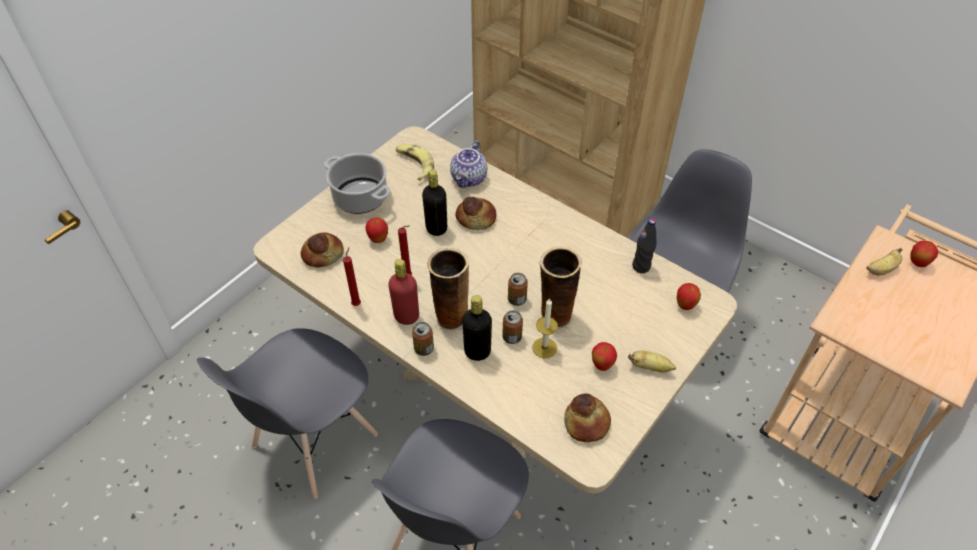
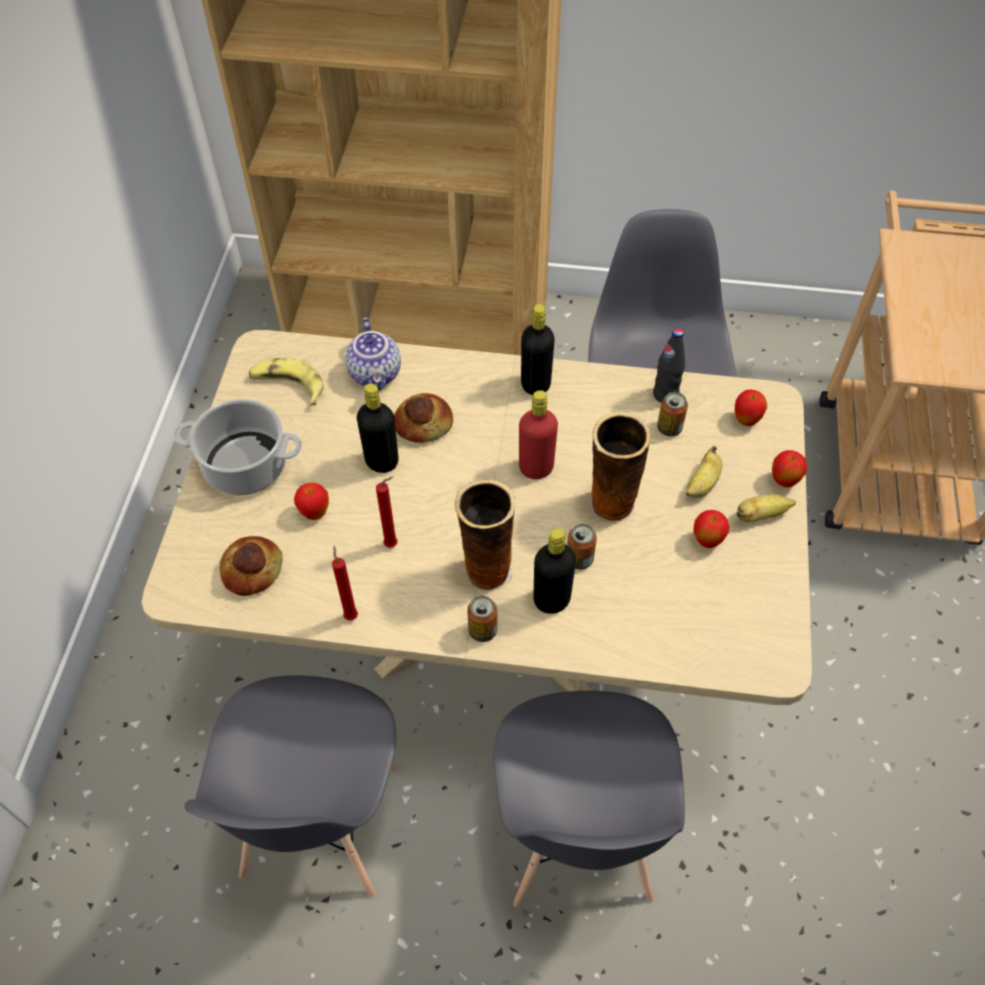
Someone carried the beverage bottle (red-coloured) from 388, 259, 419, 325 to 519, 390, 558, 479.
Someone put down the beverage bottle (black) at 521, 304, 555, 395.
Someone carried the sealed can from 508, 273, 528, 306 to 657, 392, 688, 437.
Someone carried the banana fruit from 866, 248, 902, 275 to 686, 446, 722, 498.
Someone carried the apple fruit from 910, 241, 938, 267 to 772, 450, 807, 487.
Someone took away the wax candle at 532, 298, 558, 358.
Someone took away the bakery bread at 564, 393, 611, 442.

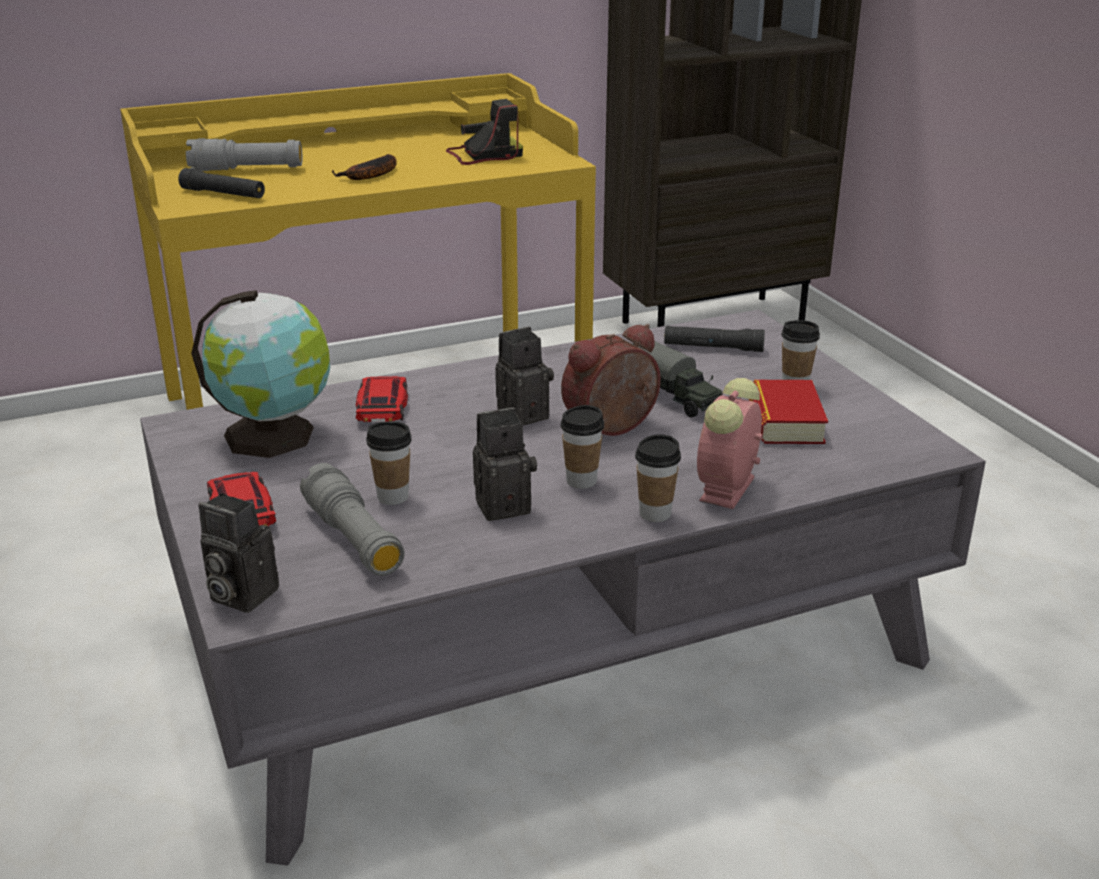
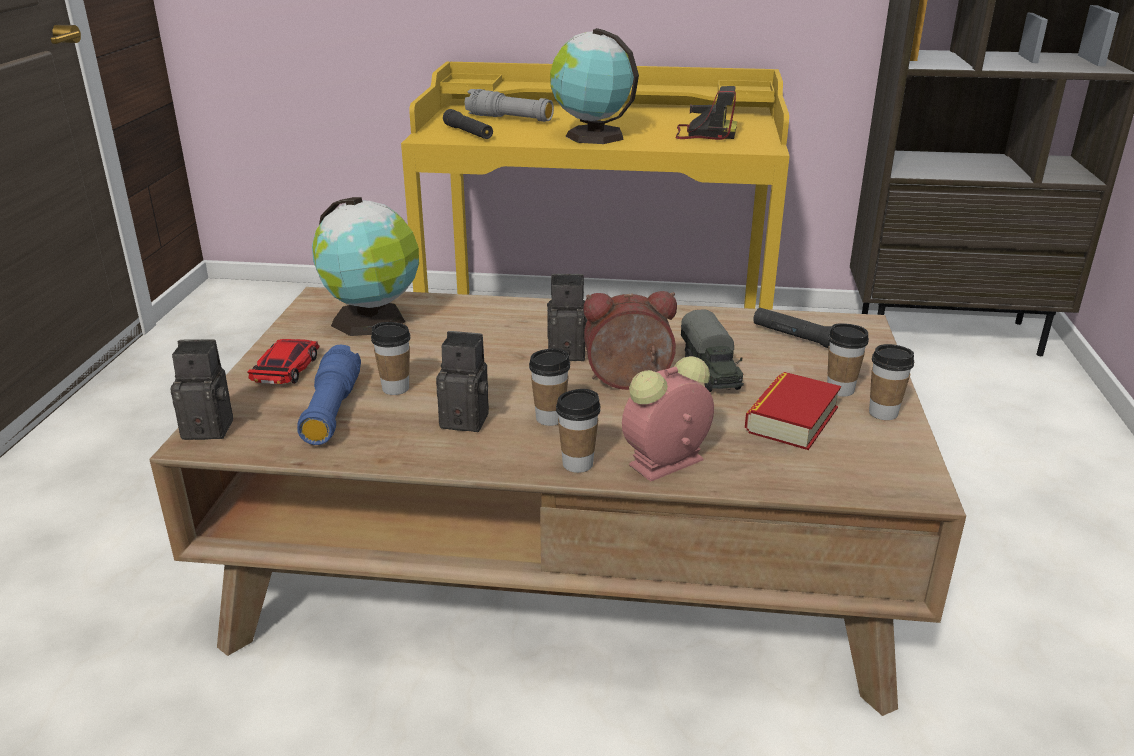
Someone repainted the lounge table (grey) at 140, 310, 986, 866, which became the lounge table (brown-coloured) at 149, 287, 966, 716.
Someone rotated the photo camera at 198, 493, 279, 613 by 120 degrees clockwise.
Someone repainted the flashlight (grey) at 300, 463, 405, 576, which became the flashlight (bluish) at 297, 345, 361, 445.
Someone swapped the banana fruit at 332, 154, 397, 180 for the world globe at 550, 28, 639, 144.
Someone put down the cup at 869, 344, 914, 420.
Someone took away the miniature car at 356, 376, 408, 422.

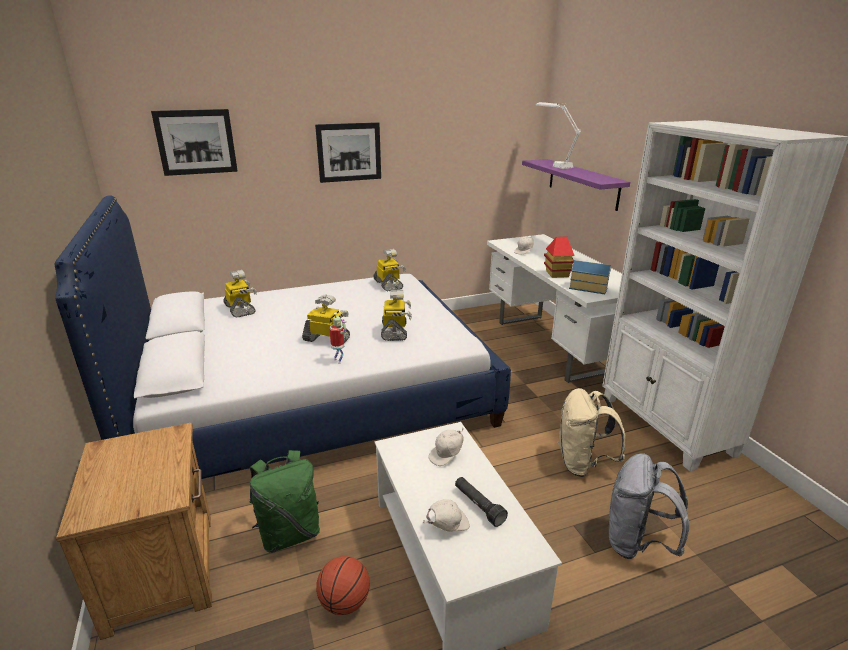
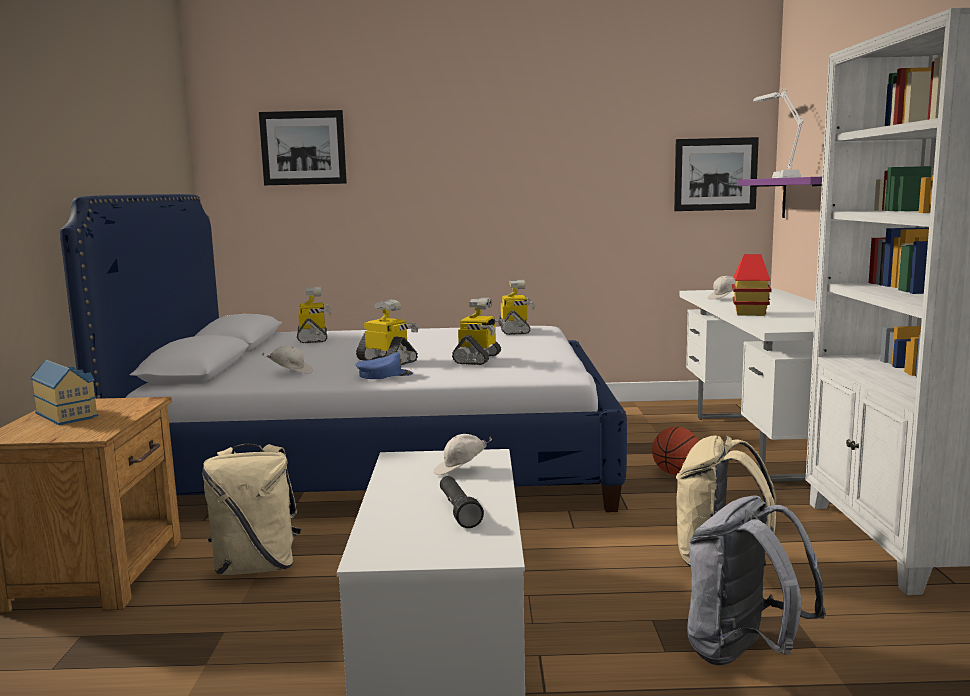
Someone carried the toy house from 569, 260, 611, 294 to 30, 360, 98, 425.
Someone repainted the rucksack (green) at 250, 450, 320, 553, which became the rucksack (beige) at 202, 444, 301, 575.
Someone carried the peaked cap (whitish) from 423, 499, 470, 532 to 262, 346, 313, 374.
Someone swapped the robot figure at 330, 313, 347, 364 for the peaked cap (bluish) at 355, 352, 413, 379.
Someone carried the basketball from 316, 556, 370, 615 to 652, 427, 698, 475.
Someone carried the picture from 315, 122, 381, 183 to 674, 137, 759, 211.

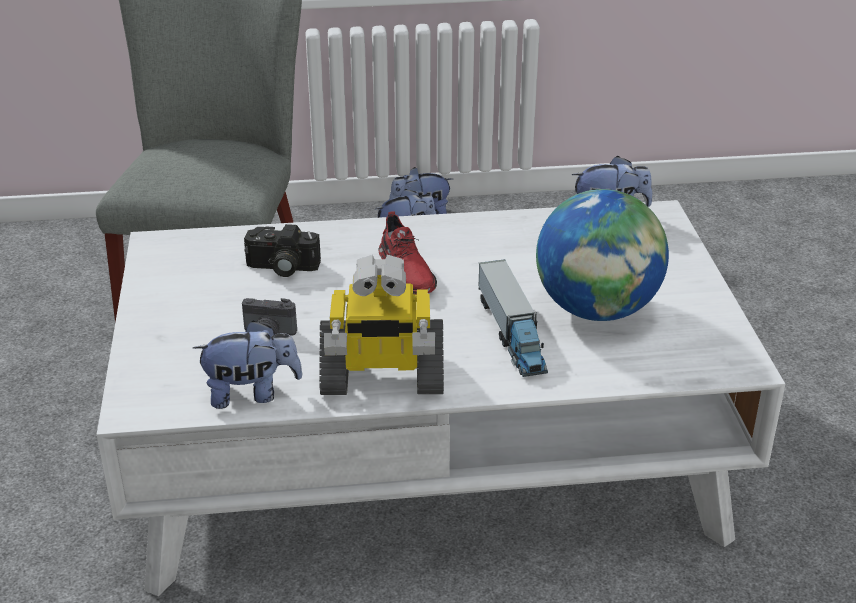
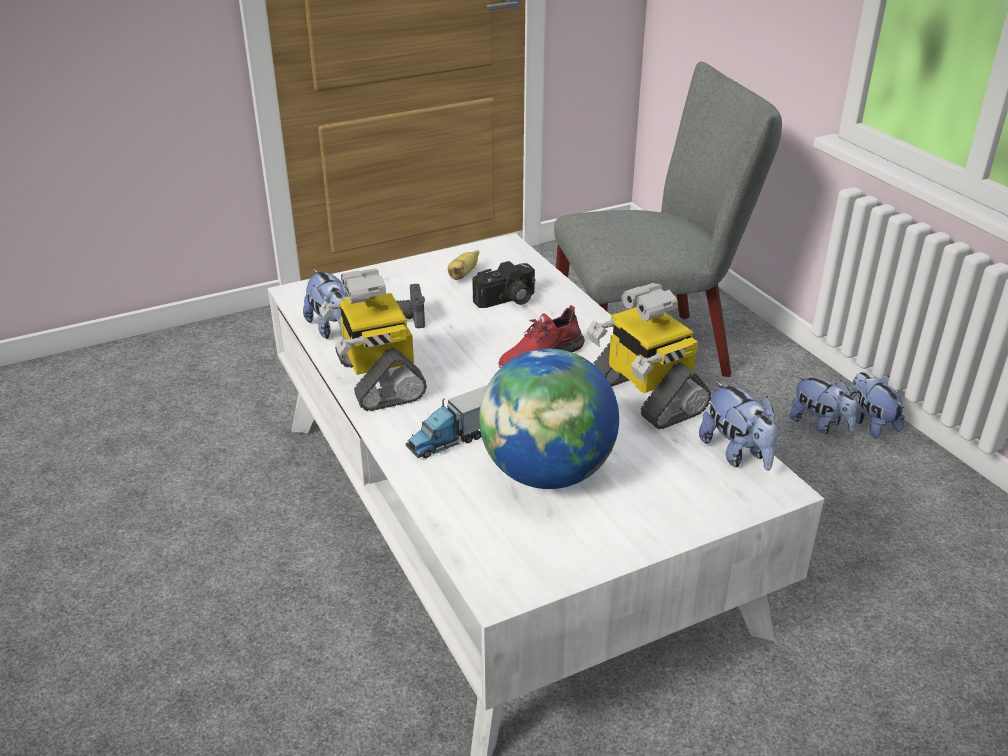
Someone put down the banana fruit at 448, 250, 479, 280.
Someone rotated the photo camera at 244, 224, 321, 277 by 105 degrees counterclockwise.
Someone put down the robot figure at 587, 283, 711, 430.

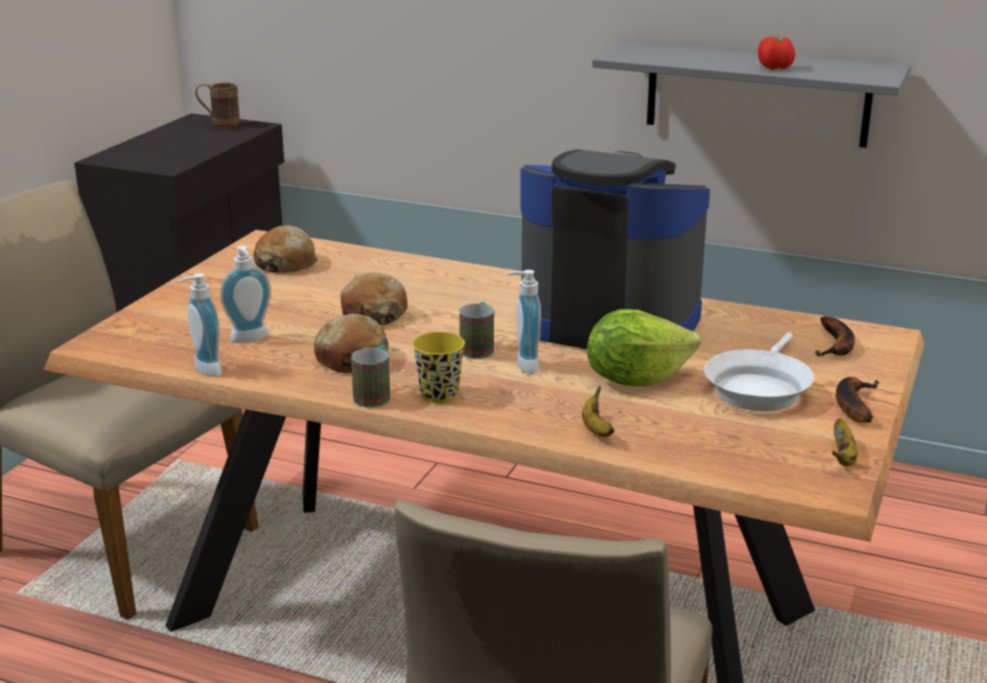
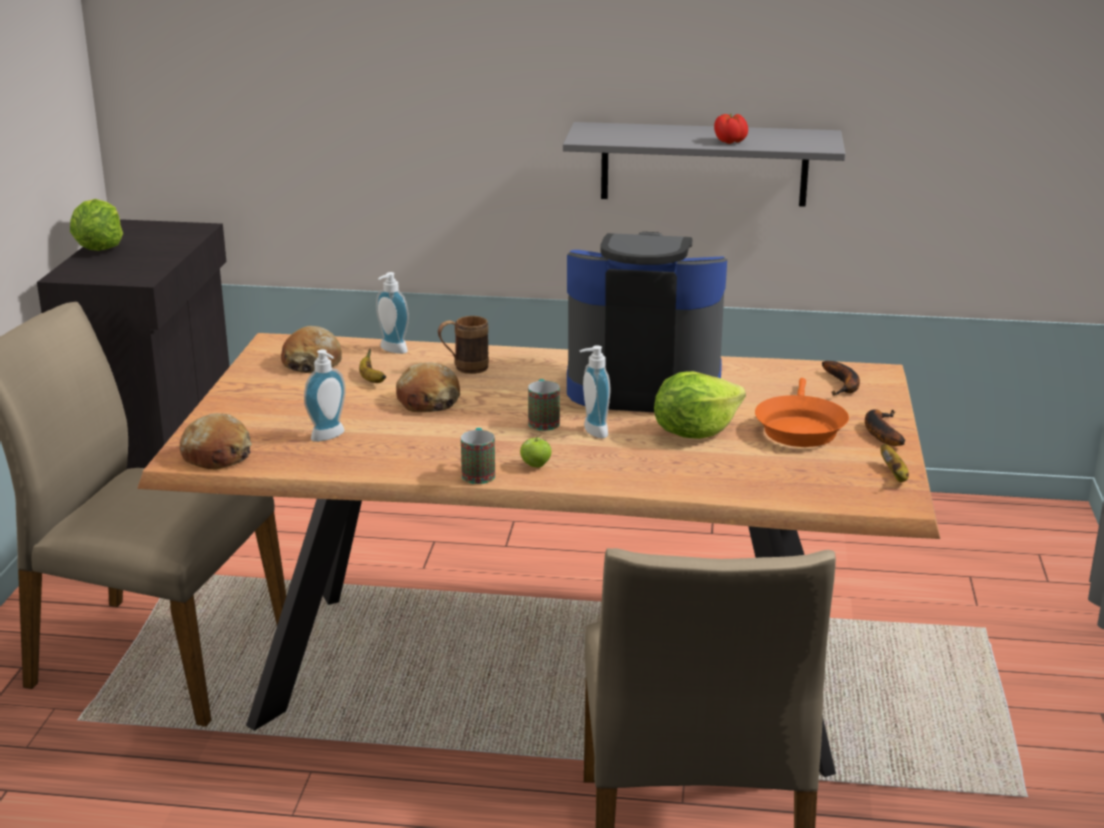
Someone put down the head of lettuce at 70, 199, 123, 251.
Someone carried the bakery bread from 314, 314, 389, 373 to 180, 413, 252, 469.
Someone carried the banana fruit from 582, 386, 615, 437 to 359, 349, 387, 383.
Someone carried the liquid soap bottle from 178, 273, 222, 377 to 376, 272, 409, 354.
Someone carried the mug (brown-coloured) from 195, 83, 240, 129 to 438, 316, 489, 374.
Someone swapped the cup (yellowish) at 412, 332, 465, 403 for the apple fruit at 520, 434, 552, 468.
Someone repainted the skillet (whitish) at 704, 332, 814, 411, which became the skillet (orange) at 755, 378, 849, 447.

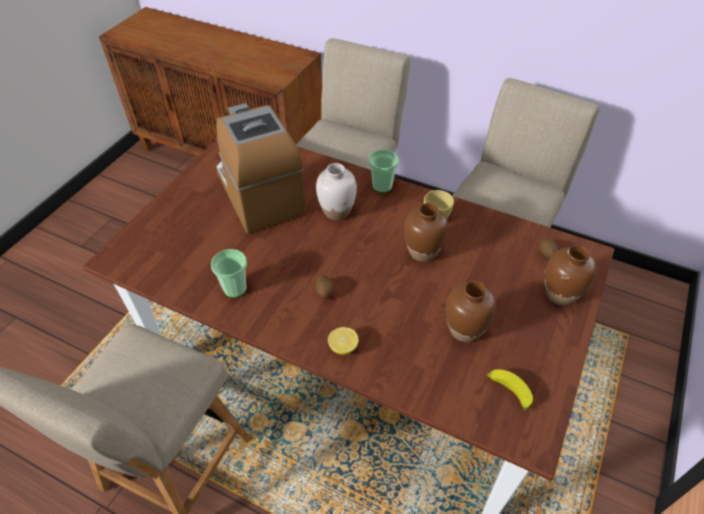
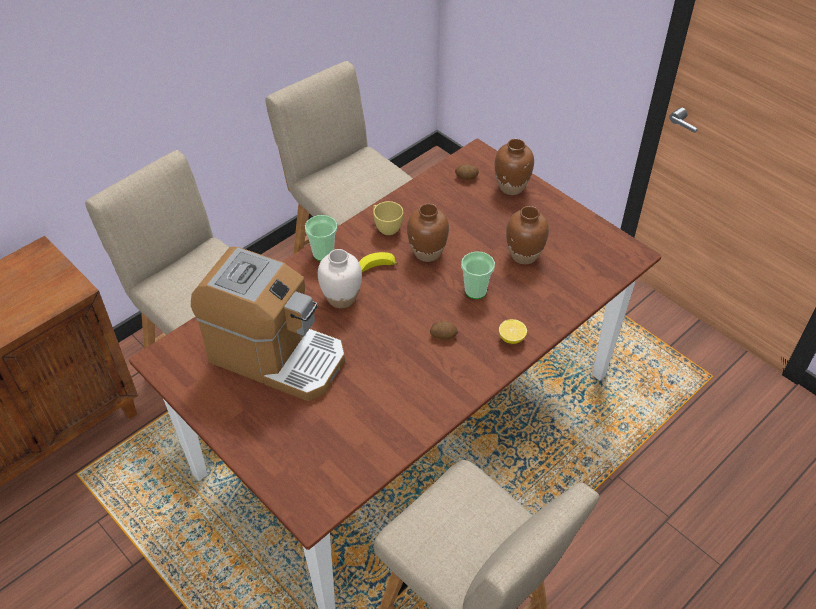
Someone rotated the coffee brewer at 216, 103, 306, 233 by 150 degrees counterclockwise.
Someone carried the banana fruit from 487, 369, 533, 412 to 359, 252, 398, 272.
Someone carried the cup from 211, 249, 247, 298 to 461, 251, 495, 299.

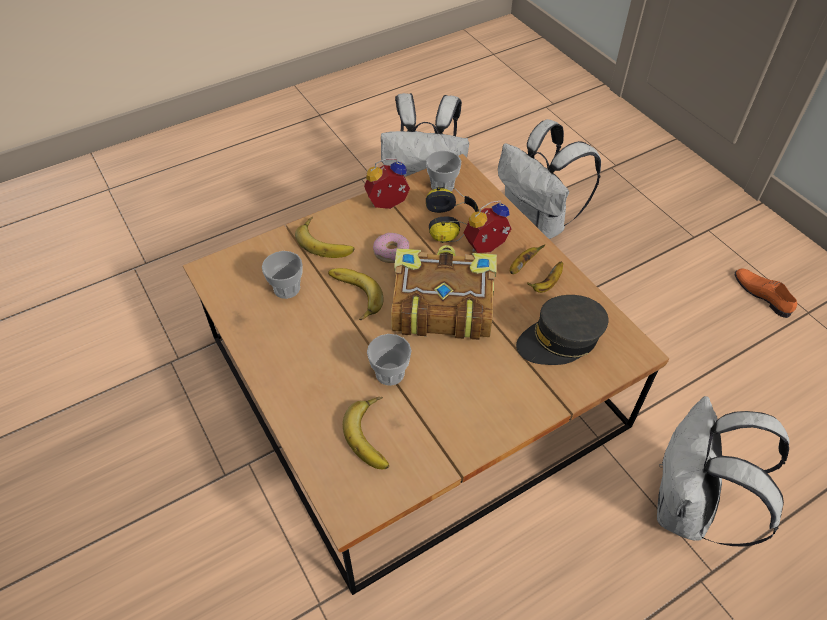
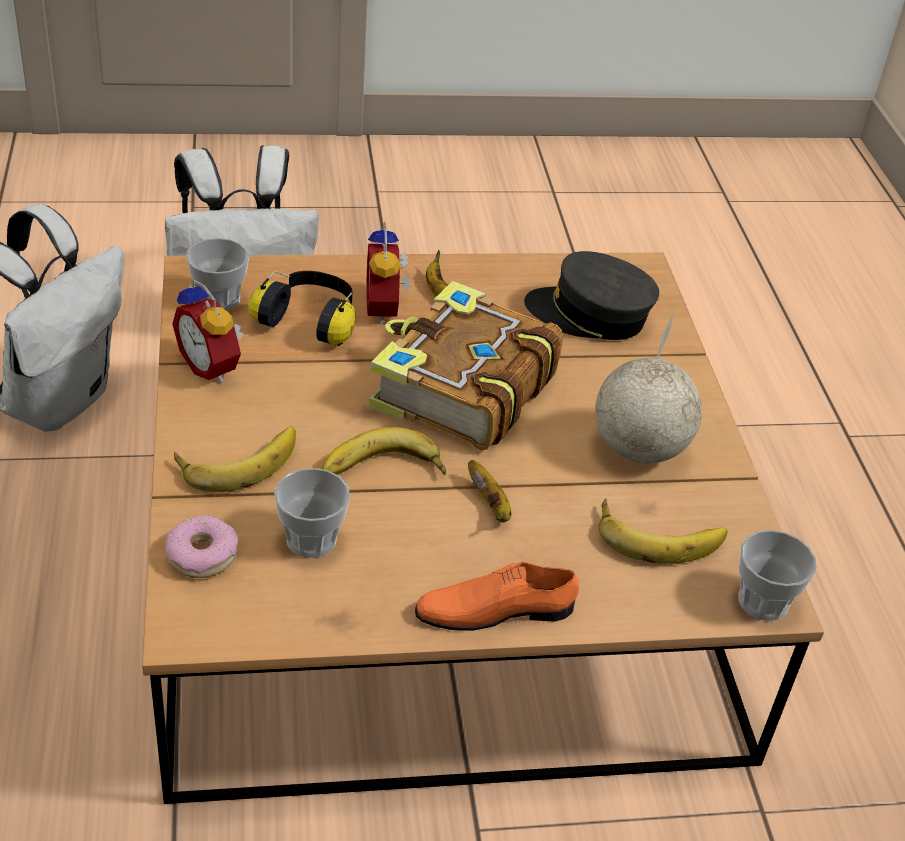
Someone carried the ring doughnut from 373, 233, 409, 263 to 165, 515, 238, 578.
Someone rotated the alarm clock at 364, 158, 410, 209 by 45 degrees counterclockwise.
Someone carried the low shoe (orange) from 735, 268, 798, 318 to 415, 562, 579, 631.
Someone carried the banana fruit from 527, 262, 563, 293 to 468, 460, 511, 522.
Someone rotated the peaked cap (grey) at 516, 295, 608, 365 by 105 degrees clockwise.
Someone put down the world globe at 595, 309, 702, 464.
Someone carried the cup from 367, 334, 412, 386 to 738, 530, 817, 621.
Someone took away the rucksack (whitish) at 657, 396, 789, 546.

